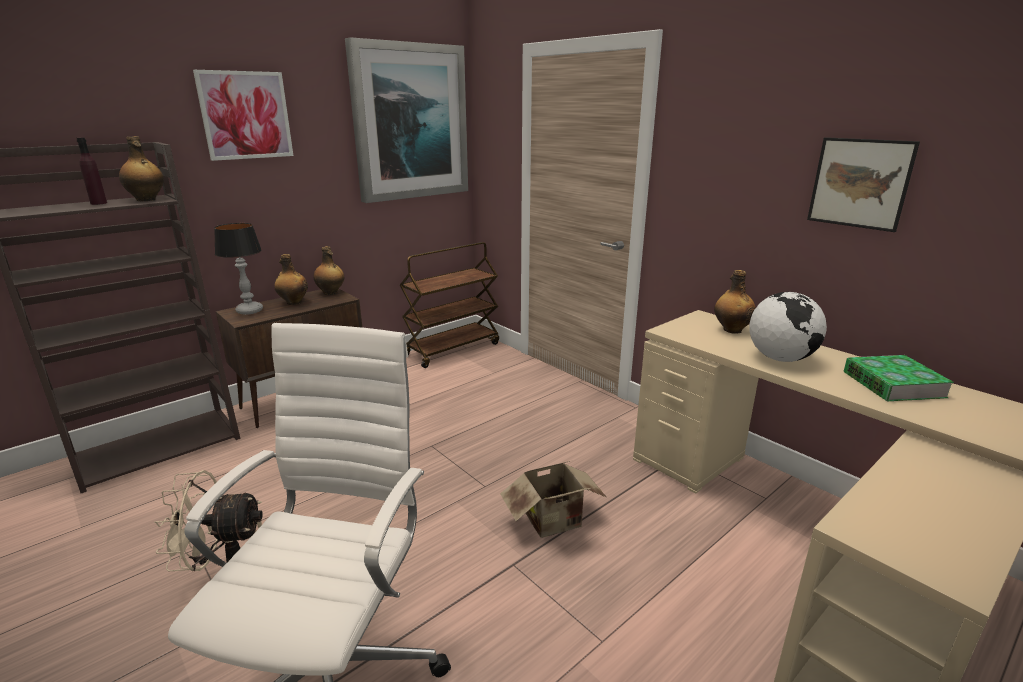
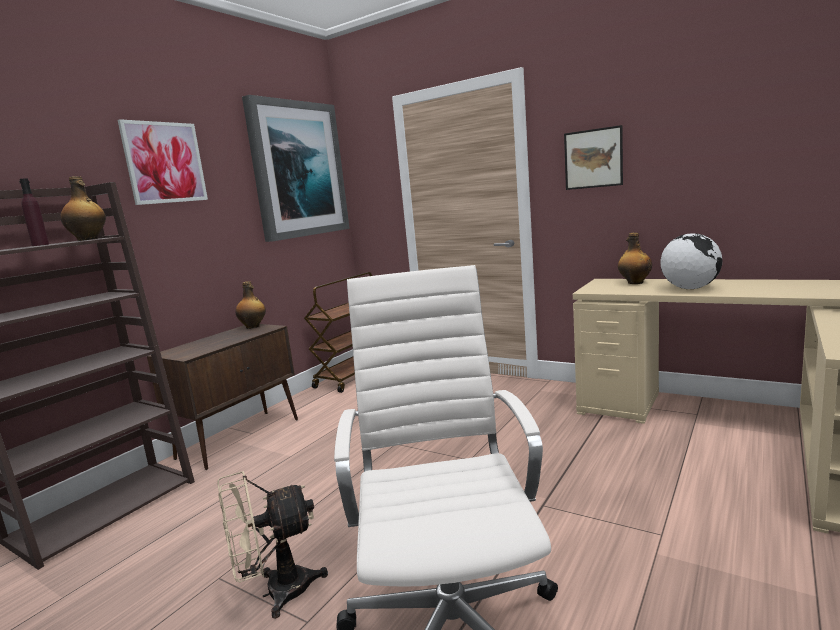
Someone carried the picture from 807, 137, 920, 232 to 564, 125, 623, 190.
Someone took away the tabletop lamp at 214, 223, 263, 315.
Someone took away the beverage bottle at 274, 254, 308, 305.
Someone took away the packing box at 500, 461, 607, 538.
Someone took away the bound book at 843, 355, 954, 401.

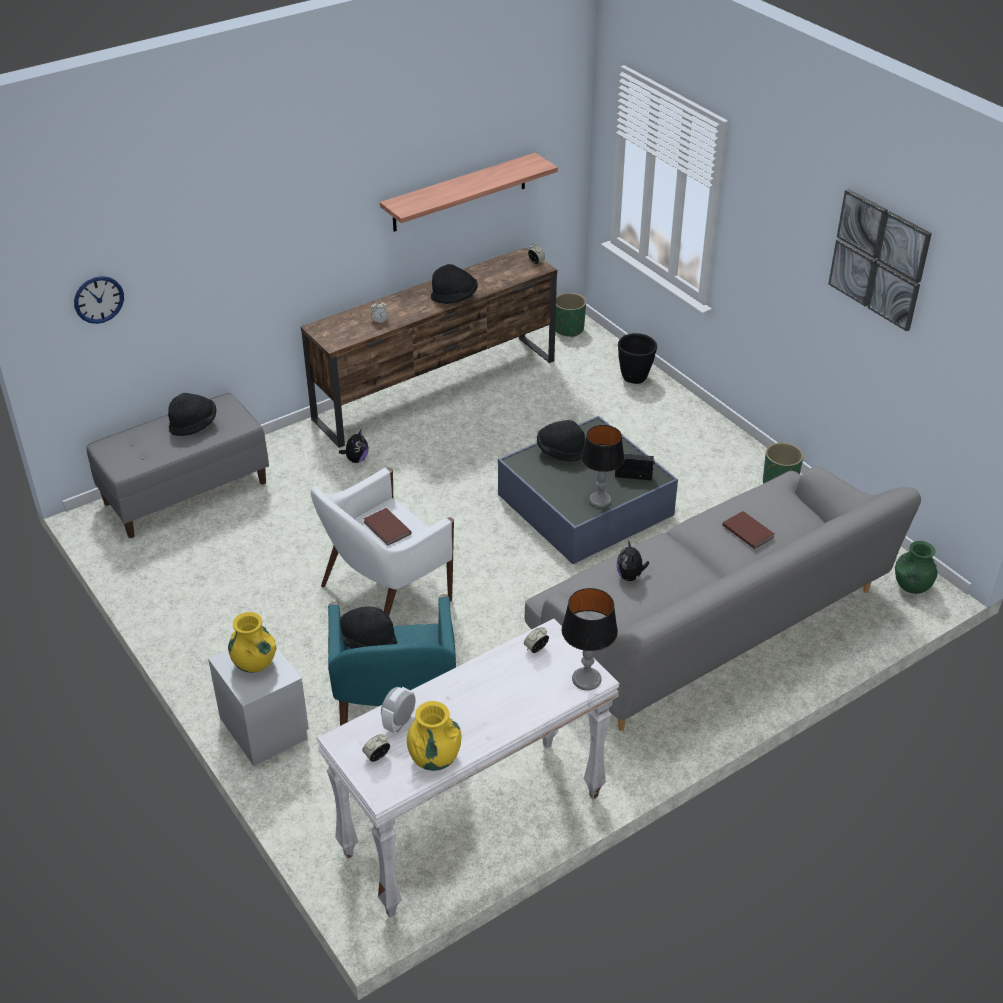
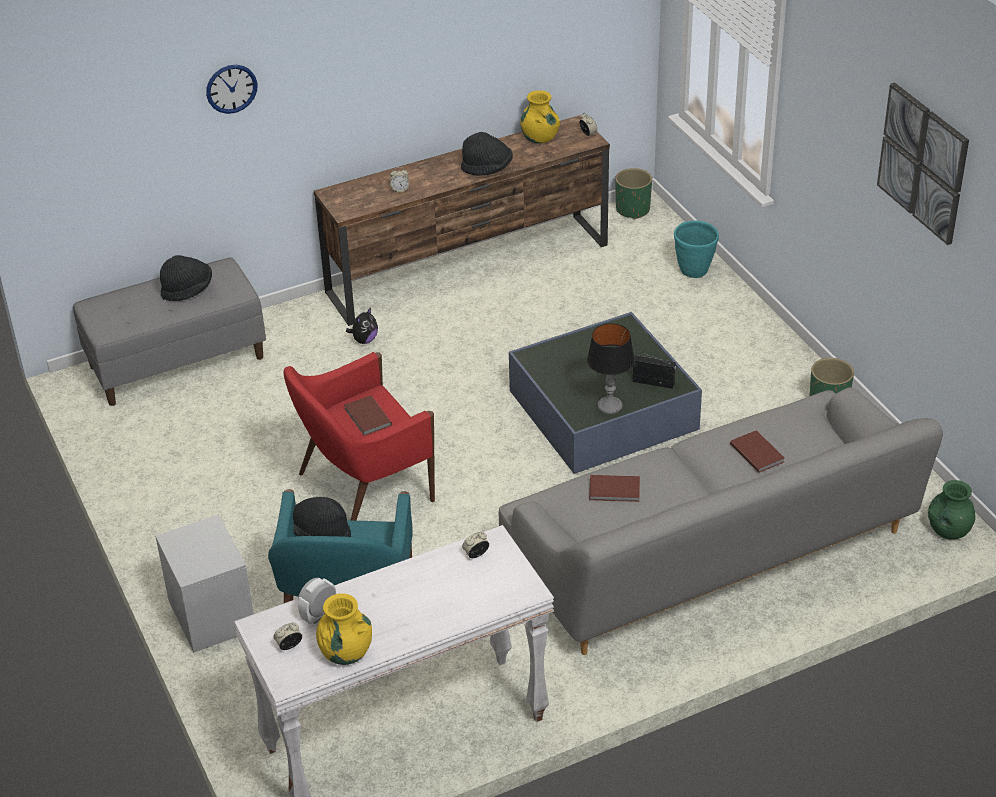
Someone carried the wall clock from 74, 276, 124, 324 to 206, 65, 258, 114.
Someone repainted the armchair (whitish) at 311, 468, 454, 616, which became the armchair (red-coloured) at 284, 352, 435, 521.
Someone carried the decorative vase (yellowish) from 228, 612, 277, 673 to 520, 90, 560, 144.
Someone swapped the soft toy at 617, 540, 649, 581 for the bound book (brown-coloured) at 589, 475, 640, 502.
Someone repainted the planter (black) at 618, 333, 657, 384, which became the planter (turquoise-coloured) at 674, 220, 719, 278.
Someone took away the bracket shelf at 380, 153, 558, 232.
Someone took away the wearable hat (black) at 537, 420, 585, 462.
Someone took away the tabletop lamp at 562, 588, 618, 691.

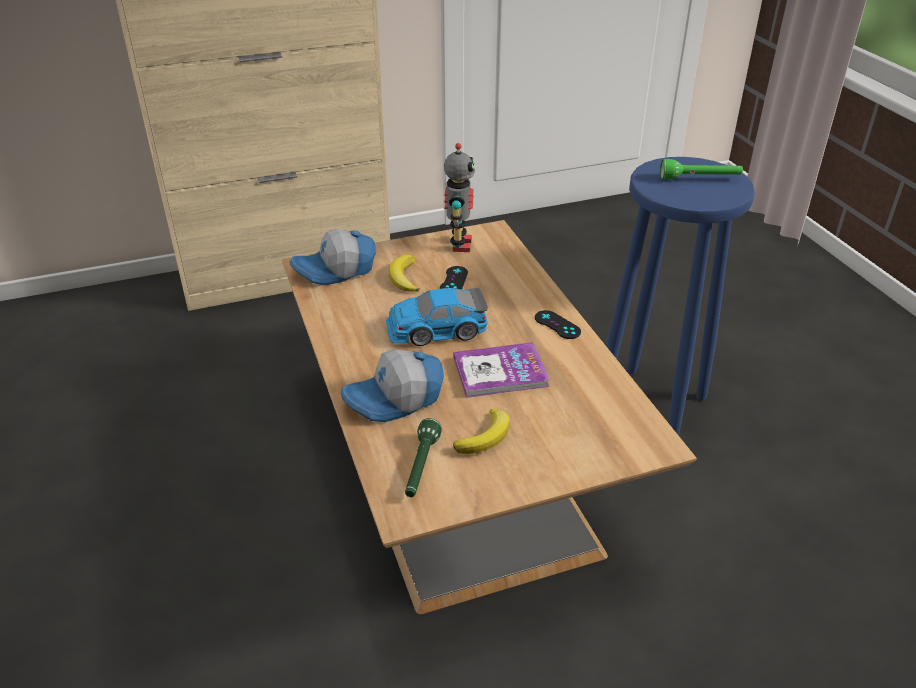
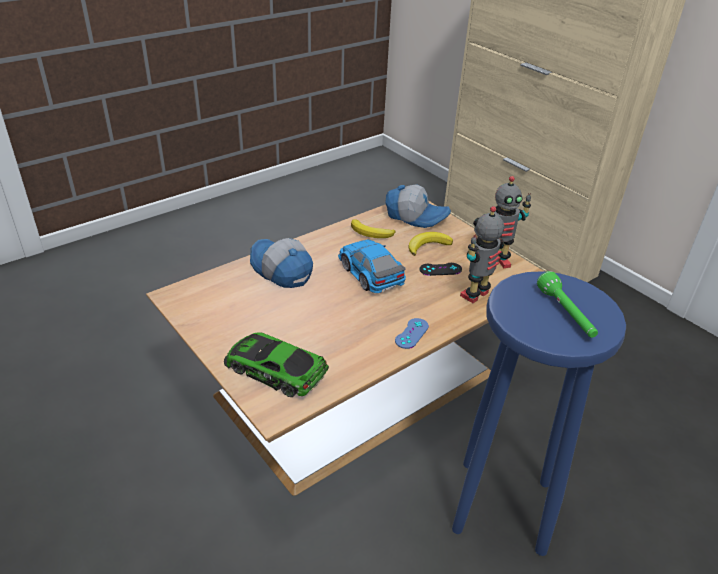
Someone put down the miniature car at 224, 332, 329, 397.
Someone carried the banana fruit from 453, 409, 510, 454 to 351, 219, 395, 238.
Someone rotated the peaked cap at 290, 229, 376, 285 by 150 degrees clockwise.
Someone repainted the joypad (black) at 535, 310, 581, 339, which became the joypad (bluish) at 395, 318, 429, 349.
Someone put down the robot figure at 460, 206, 504, 303.
Someone took away the flashlight (green) at 405, 418, 442, 497.
Someone took away the bound book at 454, 342, 550, 398.

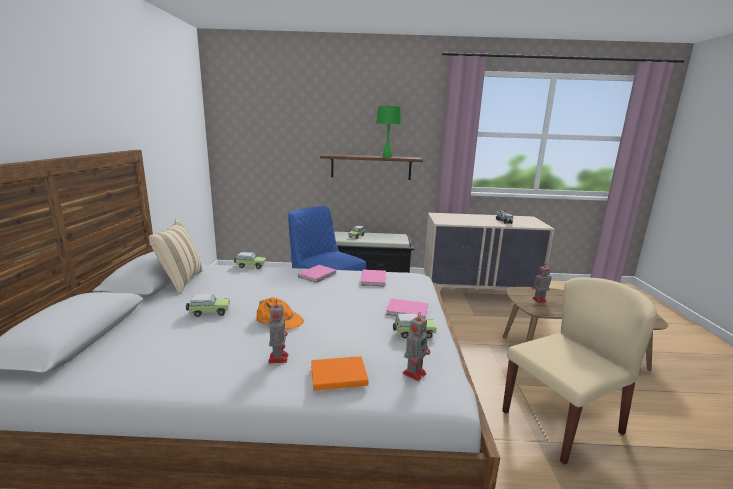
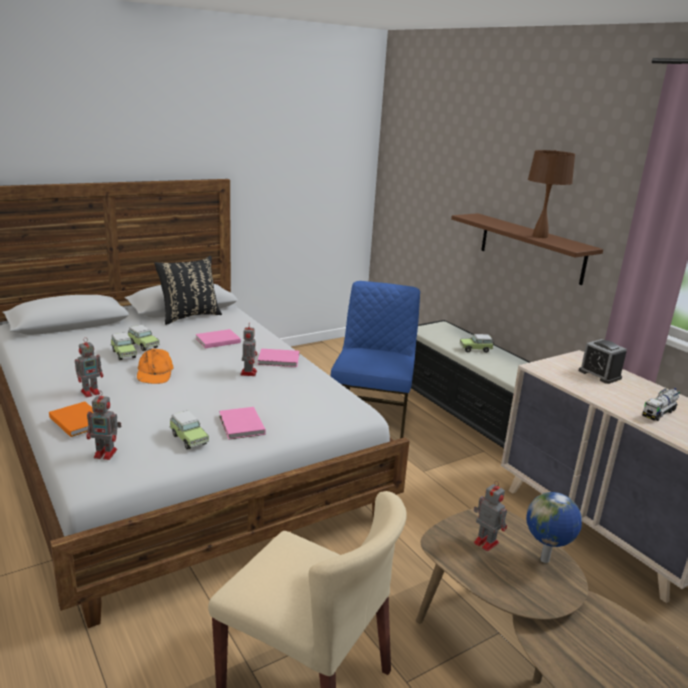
Someone carried the miniature car from 234, 252, 267, 269 to 111, 333, 137, 360.
Someone repainted the throw pillow (beige) at 149, 219, 203, 294, which became the throw pillow (black) at 154, 255, 222, 325.
Someone carried the bound book (pink) from 360, 269, 386, 287 to 196, 329, 241, 348.
Someone put down the robot figure at 240, 327, 257, 376.
Someone put down the world globe at 526, 492, 582, 563.
Someone repainted the tabletop lamp (green) at 376, 105, 401, 157, which became the tabletop lamp (brown-coloured) at 528, 150, 575, 238.
Someone put down the alarm clock at 579, 339, 627, 384.

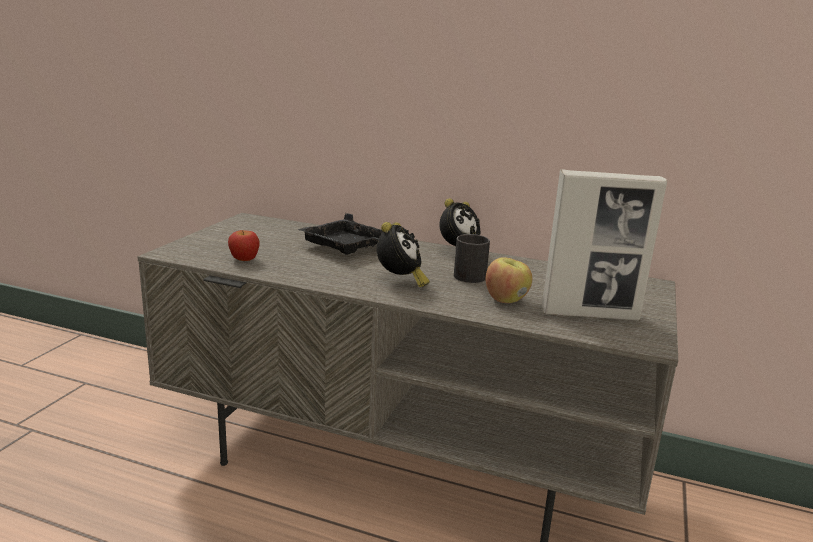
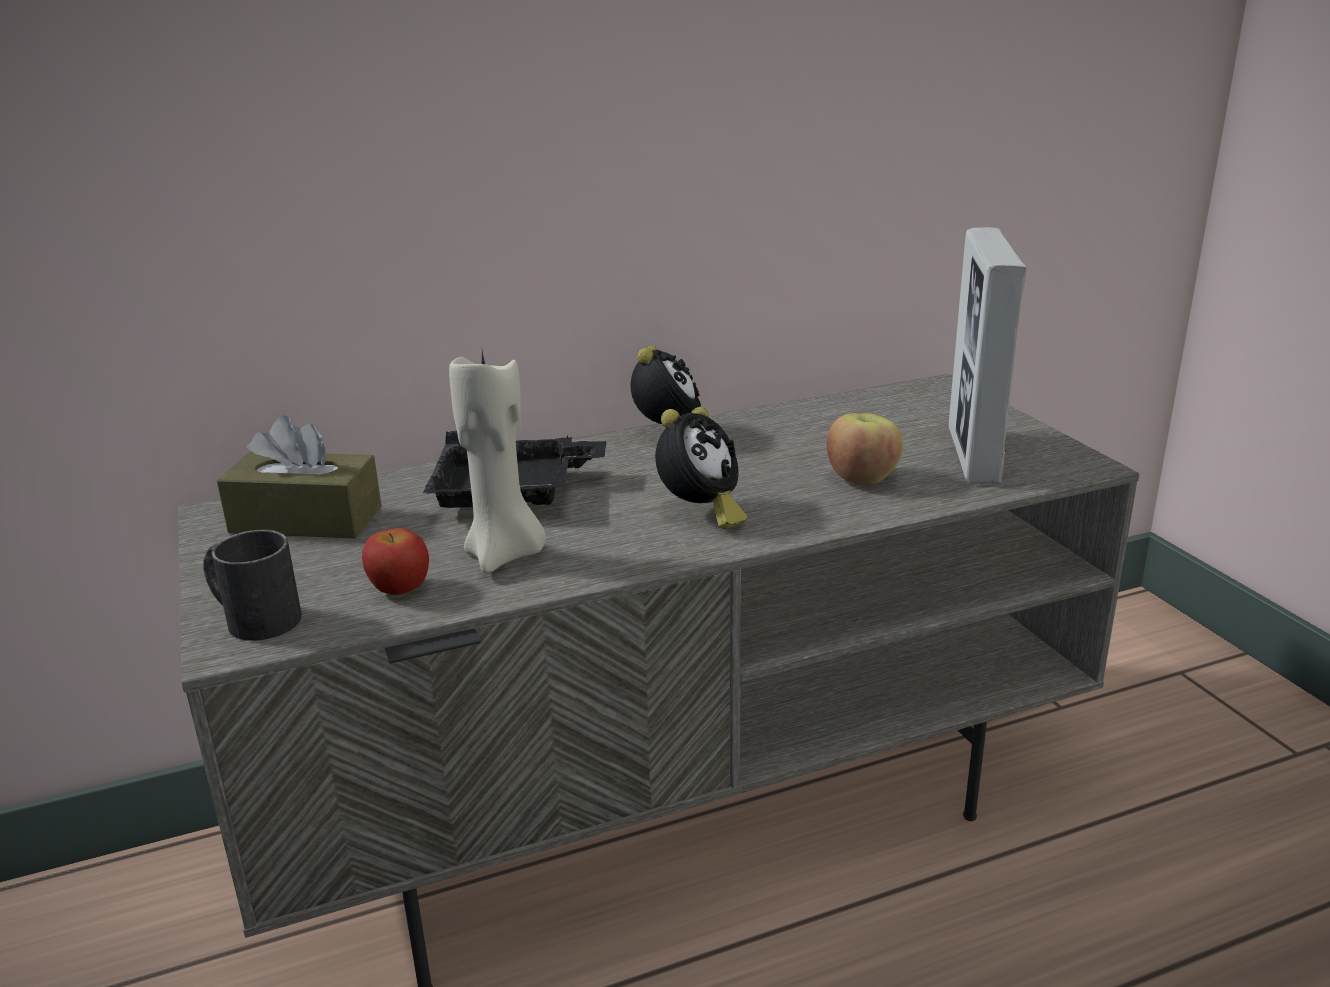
Someone carried the mug (black) from 454, 234, 490, 283 to 203, 530, 302, 641.
Someone put down the tissue holder (brown-coloured) at 217, 415, 381, 538.
Someone put down the wax candle (beige) at 449, 351, 546, 573.
Someone rotated the alarm clock at 377, 222, 430, 287 by 60 degrees clockwise.
Someone rotated the picture frame at 542, 169, 667, 320 by 135 degrees clockwise.

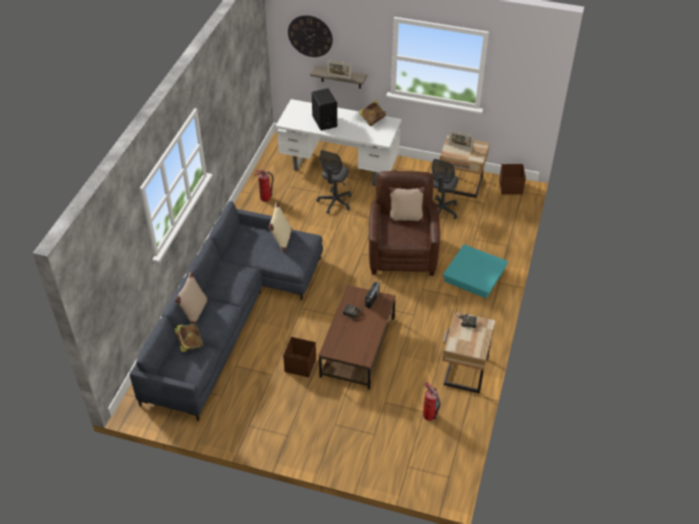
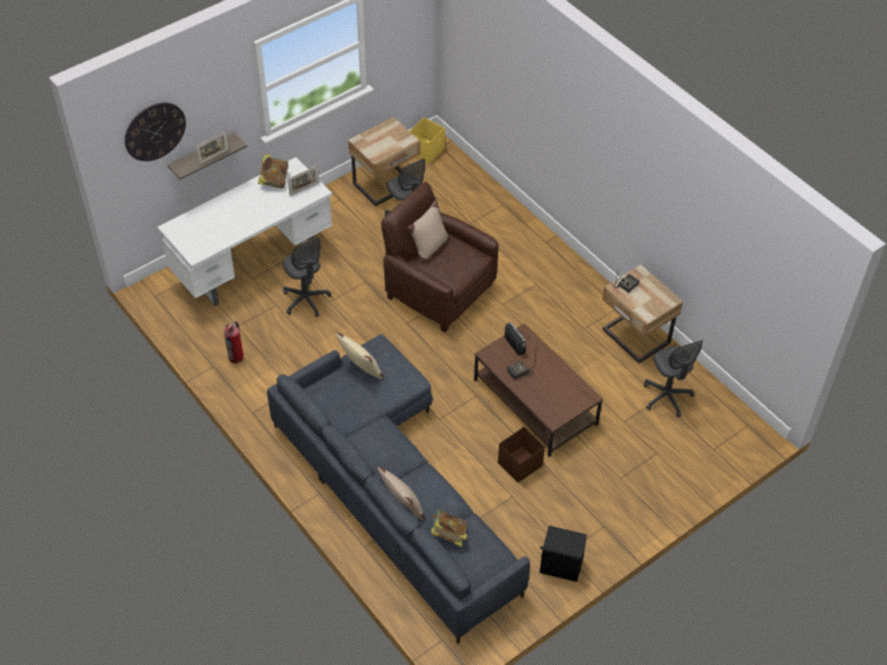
Someone carried the picture frame from 448, 131, 474, 150 to 288, 165, 319, 196.
Someone repainted the storage bin (brown-coloured) at 499, 164, 526, 195, which became the storage bin (yellowish) at 410, 118, 445, 164.
Someone carried the loudspeaker (black) from 312, 88, 337, 131 to 540, 526, 587, 582.
Someone swapped the fire extinguisher at 423, 382, 440, 421 for the office chair (grey) at 644, 340, 703, 417.
Someone took away the storage bin (turquoise-coloured) at 443, 244, 508, 298.

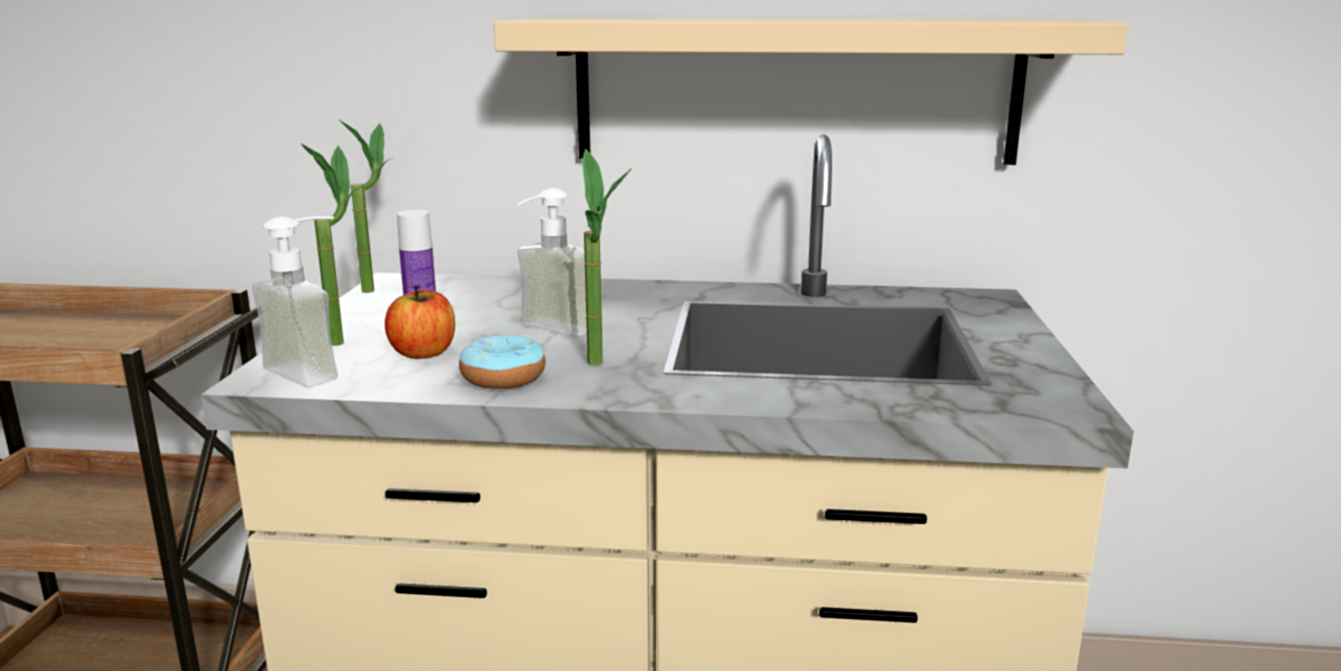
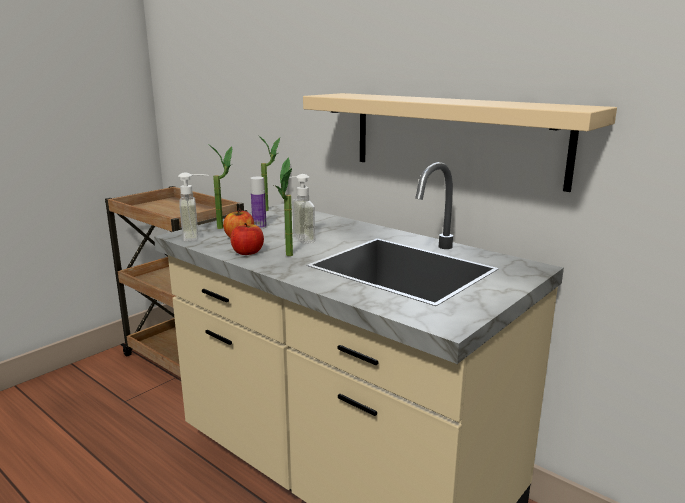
Someone swapped the ring doughnut at 459, 335, 546, 389 for the apple fruit at 230, 223, 264, 255.

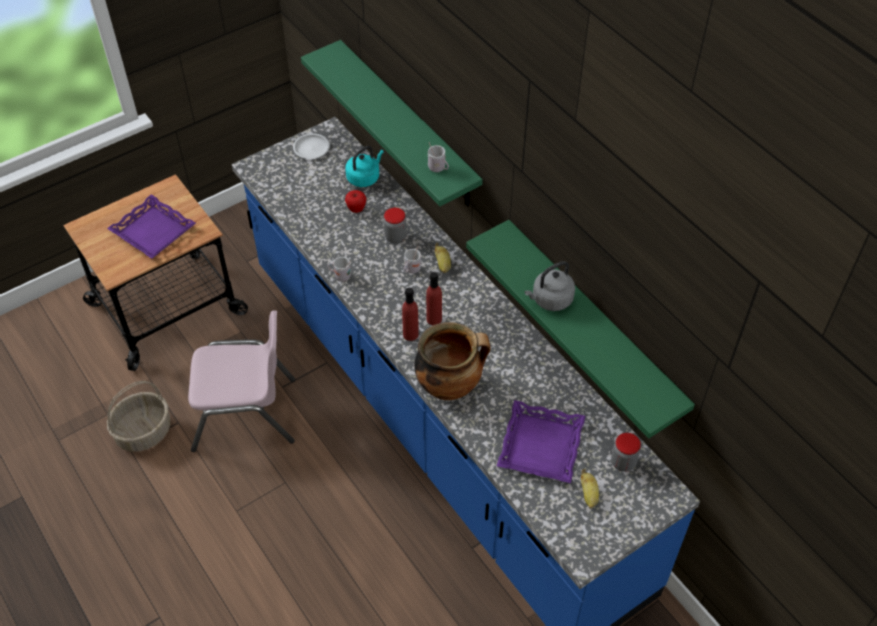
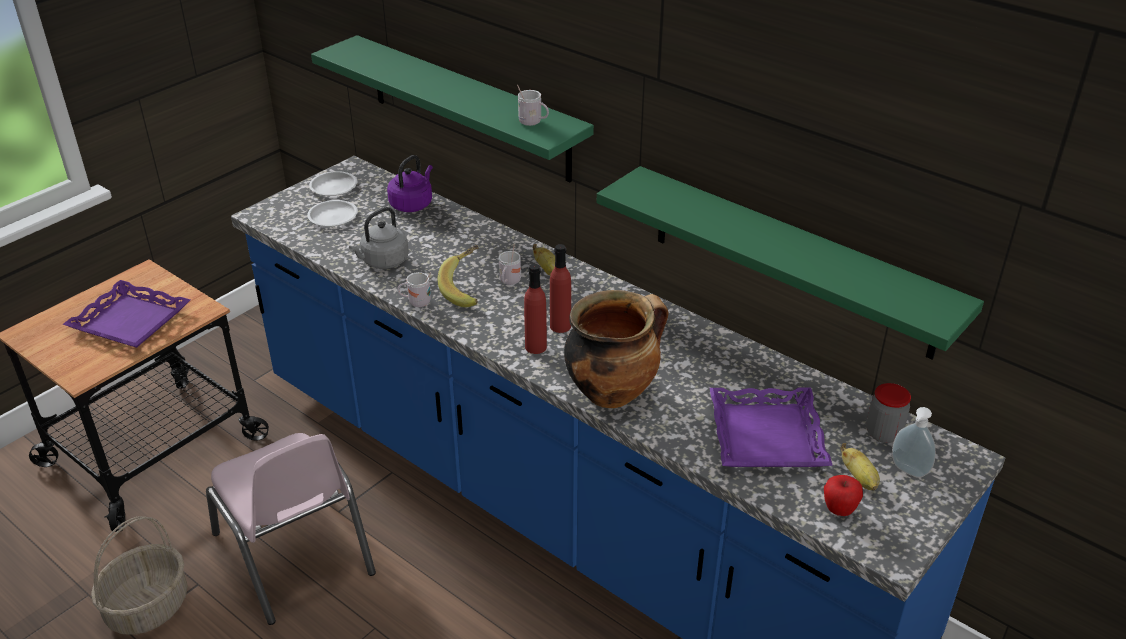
Someone rotated the chair (pink) at 188, 310, 295, 452 by 75 degrees clockwise.
Someone put down the plate (whitish) at 307, 200, 358, 227.
Someone carried the tea kettle (grey) from 524, 261, 575, 311 to 349, 207, 409, 269.
Someone repainted the tea kettle (turquoise-coloured) at 346, 146, 384, 187, which became the tea kettle (purple-coloured) at 387, 155, 433, 212.
Someone put down the banana fruit at 438, 245, 479, 308.
Someone carried the apple fruit from 345, 190, 366, 213 to 824, 475, 863, 516.
Someone put down the liquid soap bottle at 892, 407, 936, 478.
Someone took away the preserve jar at 384, 208, 407, 243.

